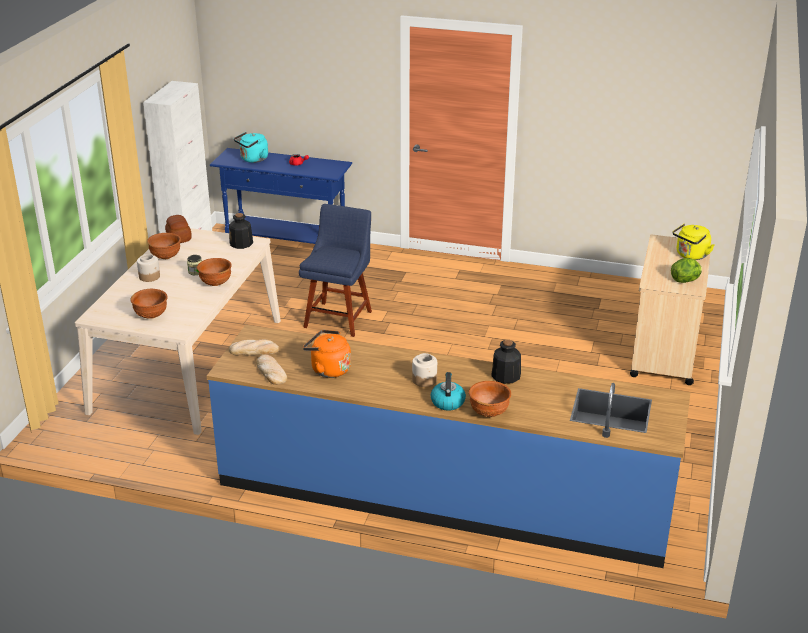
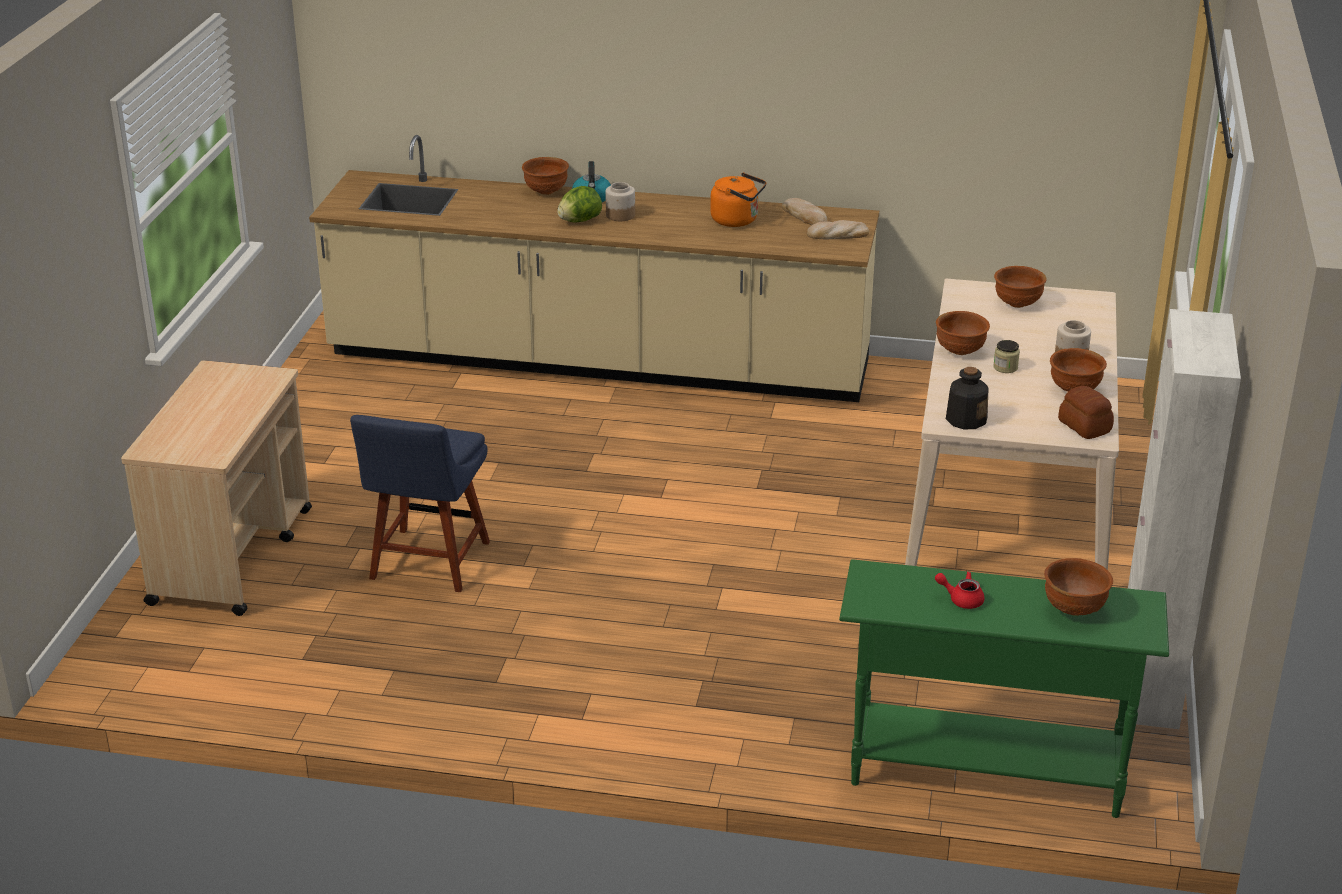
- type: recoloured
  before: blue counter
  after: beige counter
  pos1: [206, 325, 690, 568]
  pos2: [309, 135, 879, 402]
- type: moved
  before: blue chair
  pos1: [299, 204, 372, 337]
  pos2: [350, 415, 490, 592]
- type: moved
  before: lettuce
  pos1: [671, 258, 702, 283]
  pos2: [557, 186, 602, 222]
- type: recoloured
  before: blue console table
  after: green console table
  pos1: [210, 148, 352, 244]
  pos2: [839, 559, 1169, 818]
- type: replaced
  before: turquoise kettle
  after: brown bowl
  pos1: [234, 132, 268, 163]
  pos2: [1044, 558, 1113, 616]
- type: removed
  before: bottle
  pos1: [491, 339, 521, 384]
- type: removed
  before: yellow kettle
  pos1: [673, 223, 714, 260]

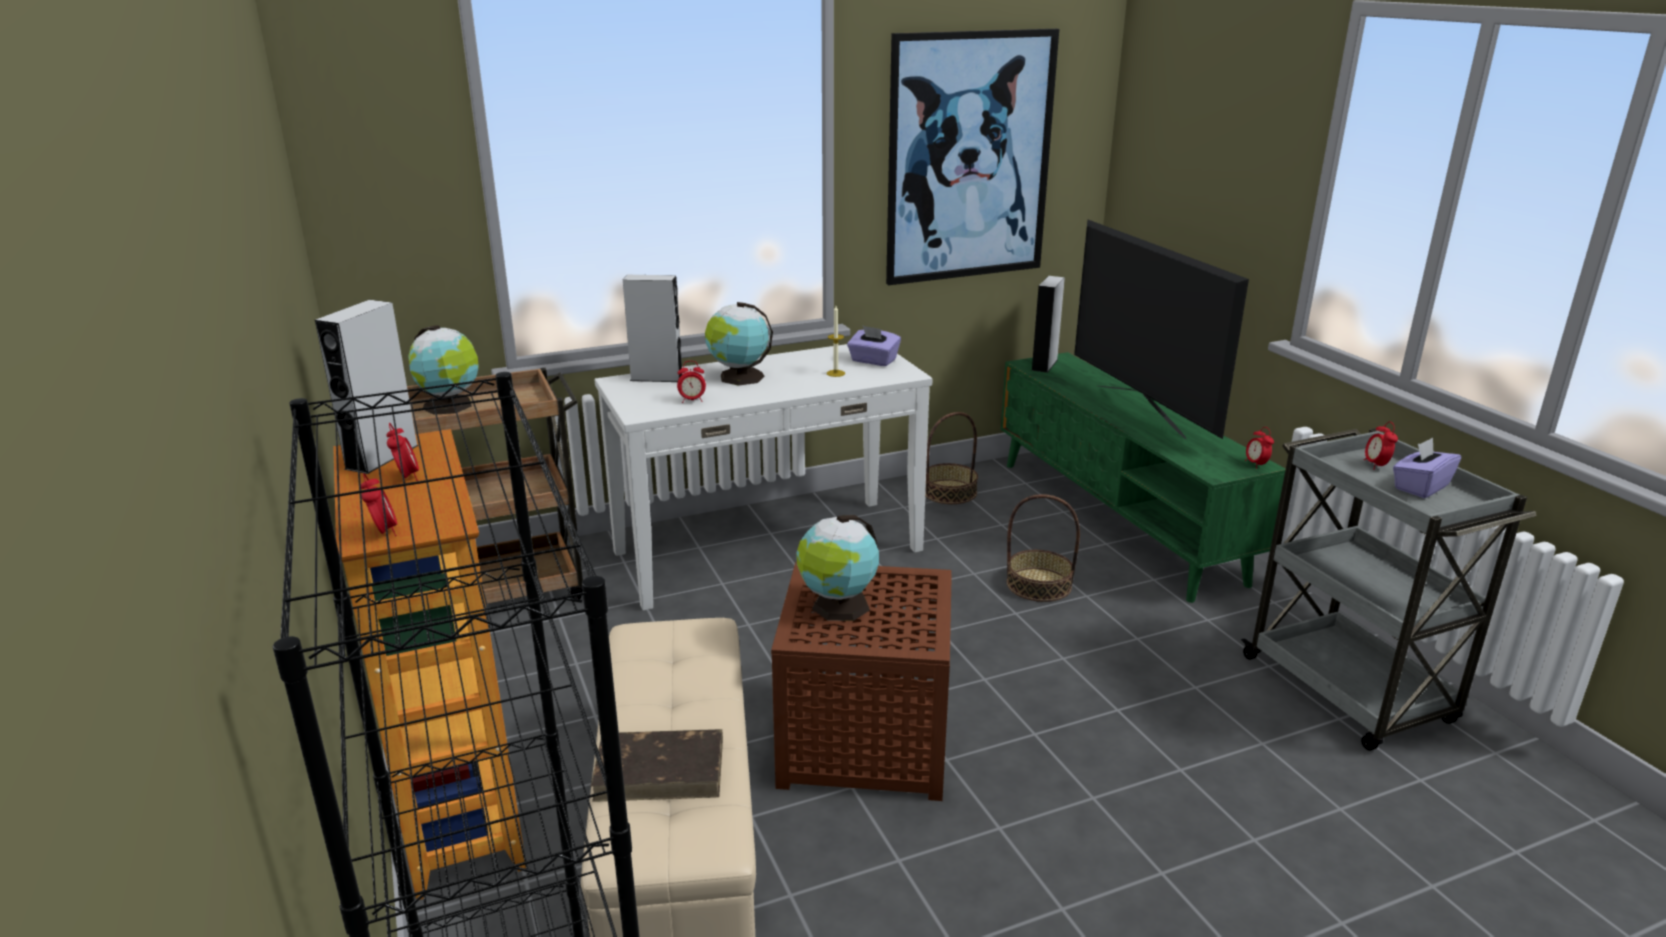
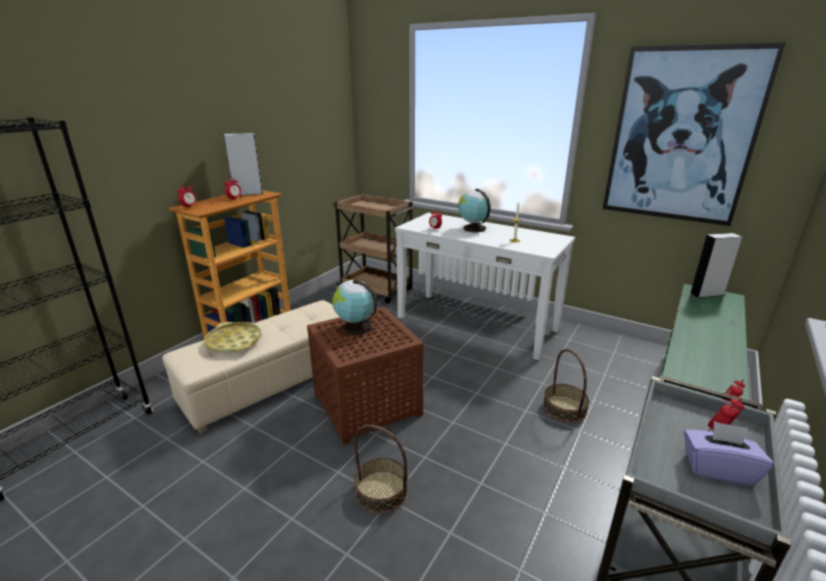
- type: replaced
  before: brown book
  after: yellow tray
  pos1: [591, 729, 723, 802]
  pos2: [204, 322, 261, 353]
- type: moved
  before: basket
  pos1: [925, 412, 978, 504]
  pos2: [354, 425, 408, 514]
- type: removed
  before: globe
  pos1: [408, 326, 479, 415]
- type: removed
  before: grey speaker
  pos1: [623, 275, 682, 382]
- type: removed
  before: purple tissue box
  pos1: [847, 326, 901, 366]
- type: removed
  before: television
  pos1: [1074, 219, 1249, 440]

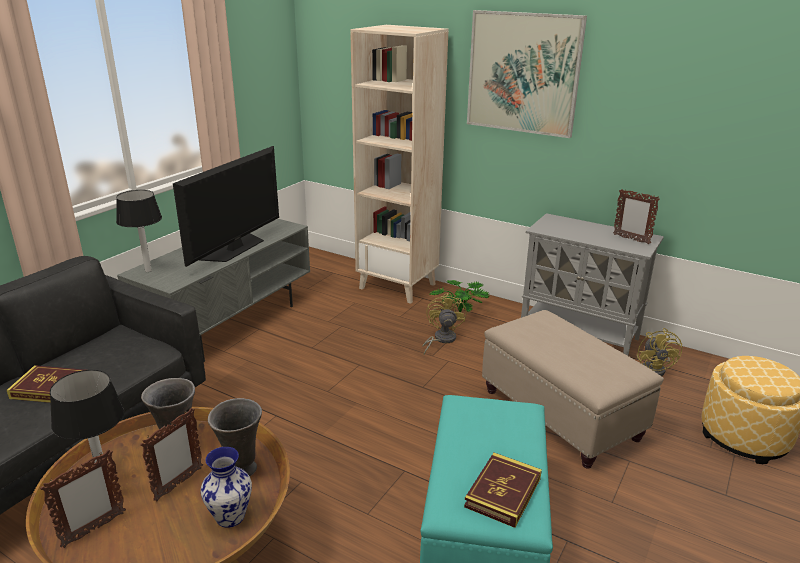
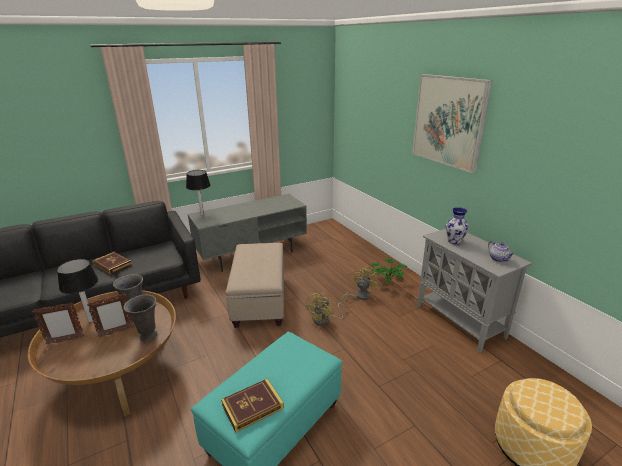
- type: moved
  before: beige ottoman
  pos1: [482, 310, 664, 469]
  pos2: [226, 243, 284, 328]
- type: moved
  before: yellow fan
  pos1: [637, 328, 682, 376]
  pos2: [305, 293, 346, 326]
- type: moved
  before: vase
  pos1: [201, 447, 252, 528]
  pos2: [446, 207, 469, 244]
- type: replaced
  before: picture frame
  after: teapot
  pos1: [613, 189, 660, 244]
  pos2: [488, 241, 514, 262]
- type: removed
  before: television
  pos1: [173, 146, 279, 267]
- type: removed
  before: beige bookcase
  pos1: [350, 25, 449, 304]

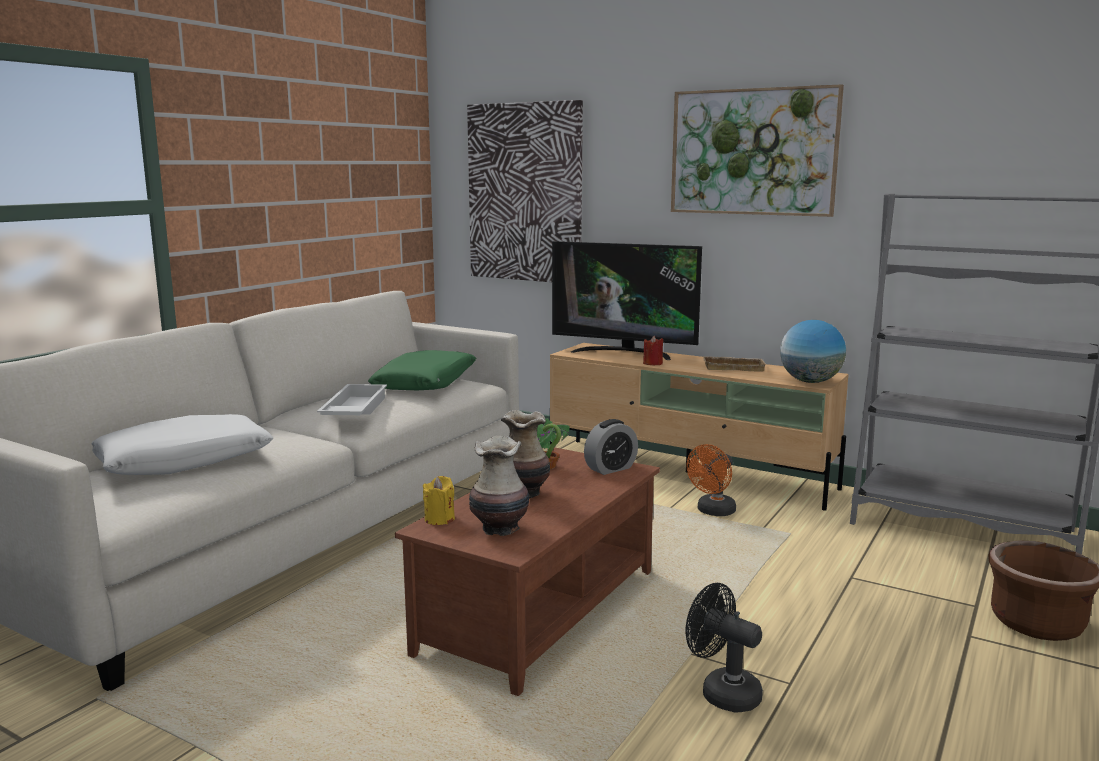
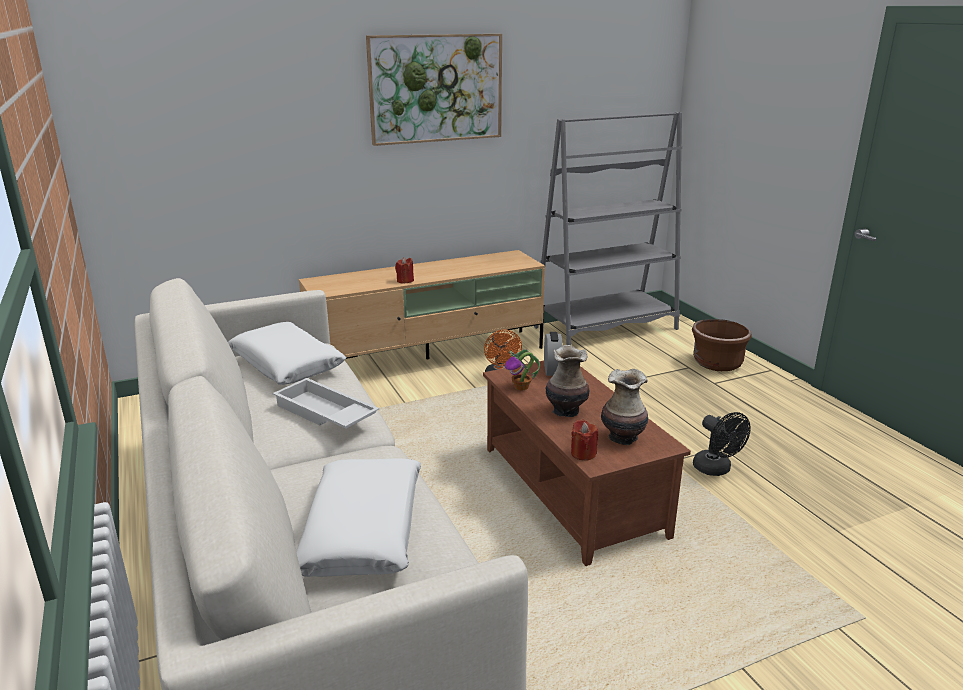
- type: recoloured
  before: green pillow
  after: white pillow
  pos1: [368, 350, 476, 390]
  pos2: [228, 322, 347, 385]
- type: recoloured
  before: yellow candle
  after: red candle
  pos1: [423, 476, 455, 525]
  pos2: [571, 419, 598, 461]
- type: turned
  before: black fan
  pos1: [685, 583, 763, 712]
  pos2: [693, 412, 751, 476]
  turn: -105
- type: removed
  before: picture
  pos1: [467, 100, 583, 282]
- type: removed
  before: television
  pos1: [552, 241, 702, 360]
- type: removed
  before: beige tray
  pos1: [703, 356, 767, 371]
- type: removed
  before: globe
  pos1: [780, 320, 846, 383]

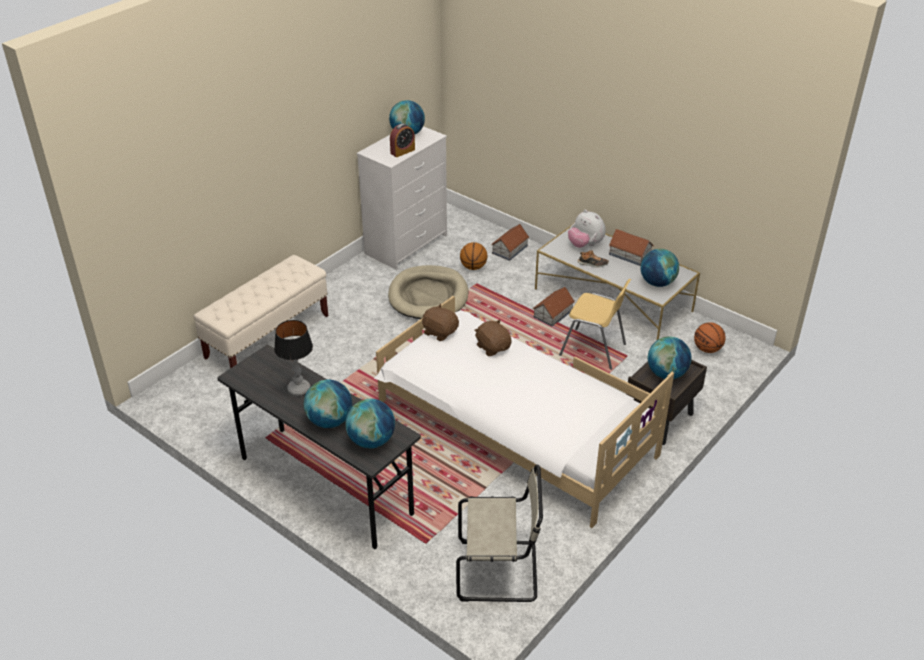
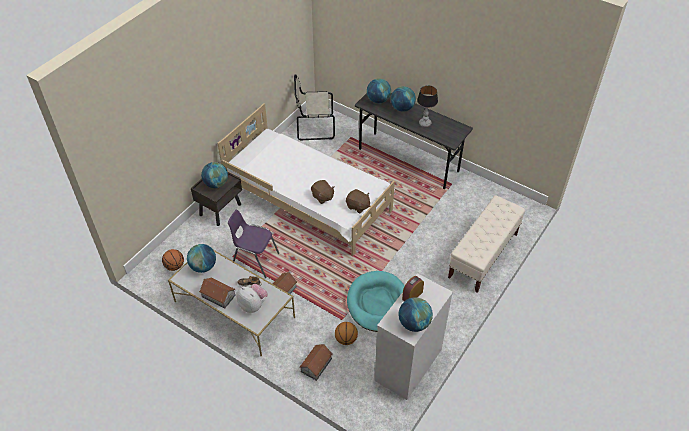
- type: recoloured
  before: yellow chair
  after: purple chair
  pos1: [559, 279, 631, 370]
  pos2: [228, 210, 279, 278]
- type: recoloured
  before: beige dog bed
  after: turquoise dog bed
  pos1: [388, 265, 468, 319]
  pos2: [347, 271, 404, 332]

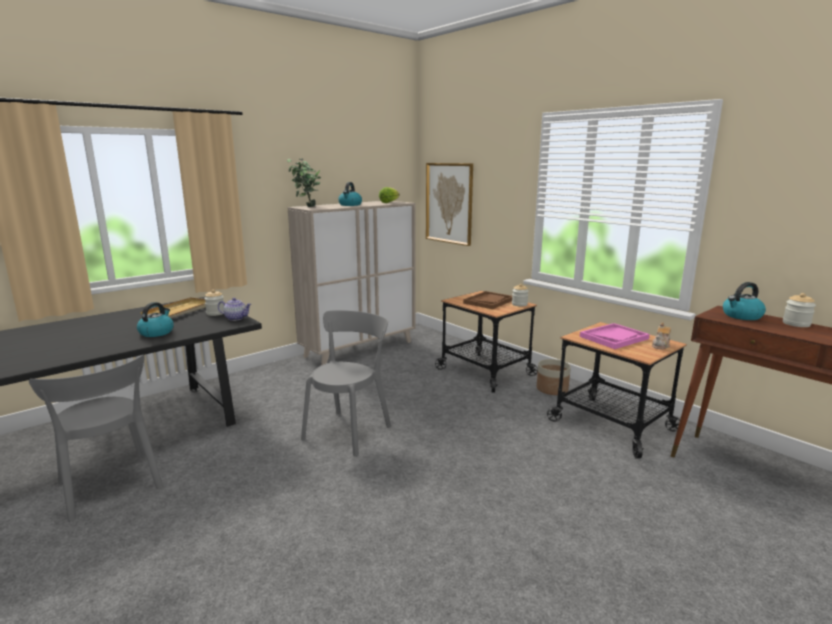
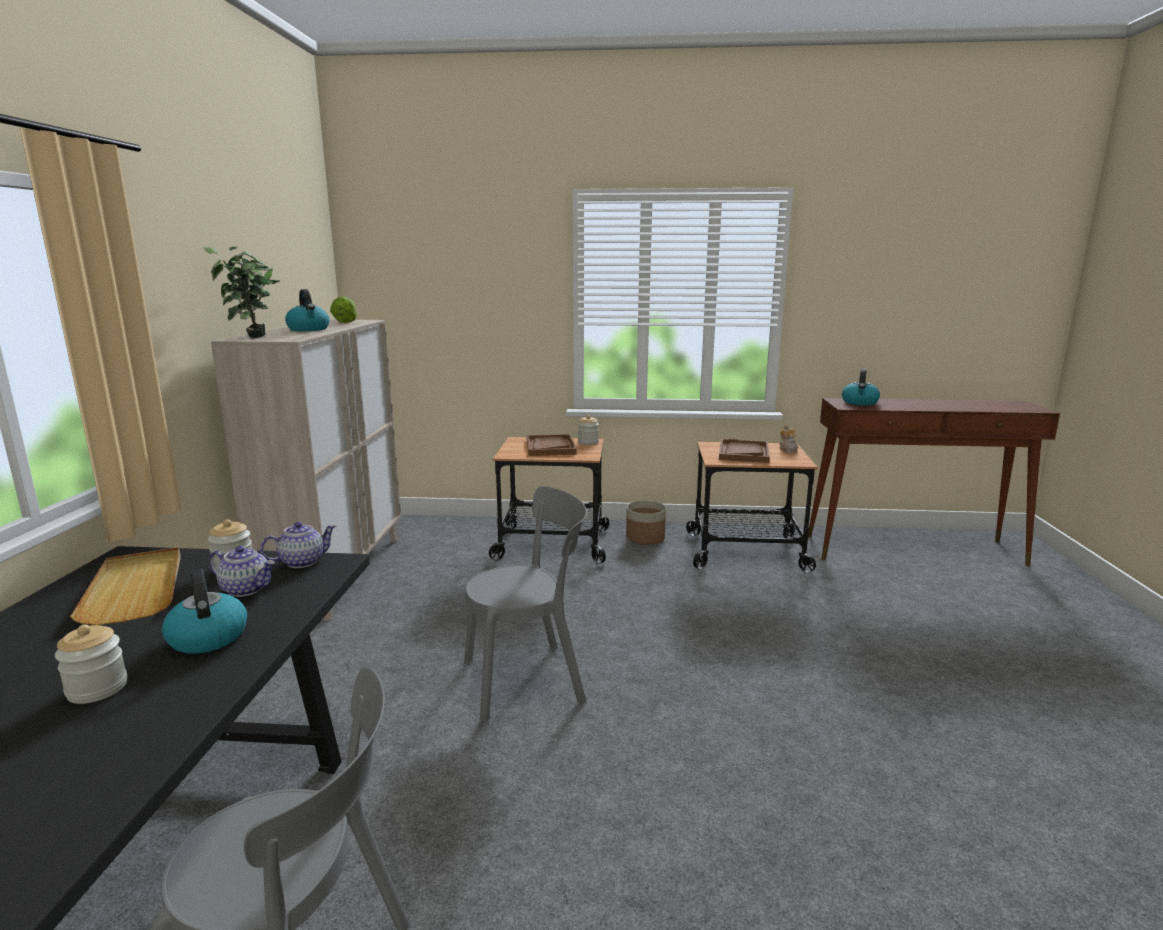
- type: moved
  before: jar
  pos1: [783, 293, 816, 327]
  pos2: [55, 624, 127, 704]
- type: added
  after: teapot
  pos2: [209, 546, 275, 597]
- type: turned
  before: grey chair
  pos1: [301, 310, 391, 457]
  pos2: [464, 486, 587, 722]
  turn: 90
- type: recoloured
  before: pink tray
  after: brown tray
  pos1: [580, 323, 650, 349]
  pos2: [719, 439, 770, 463]
- type: removed
  before: picture
  pos1: [426, 163, 473, 246]

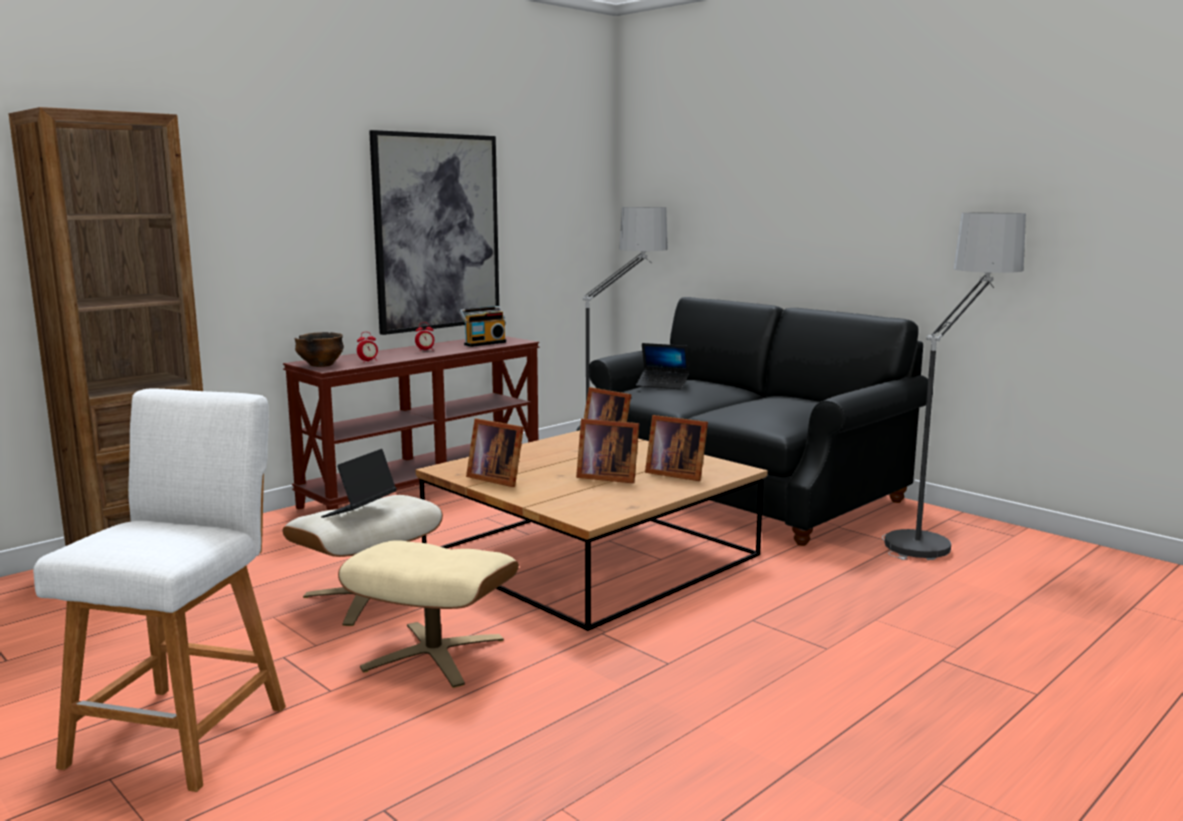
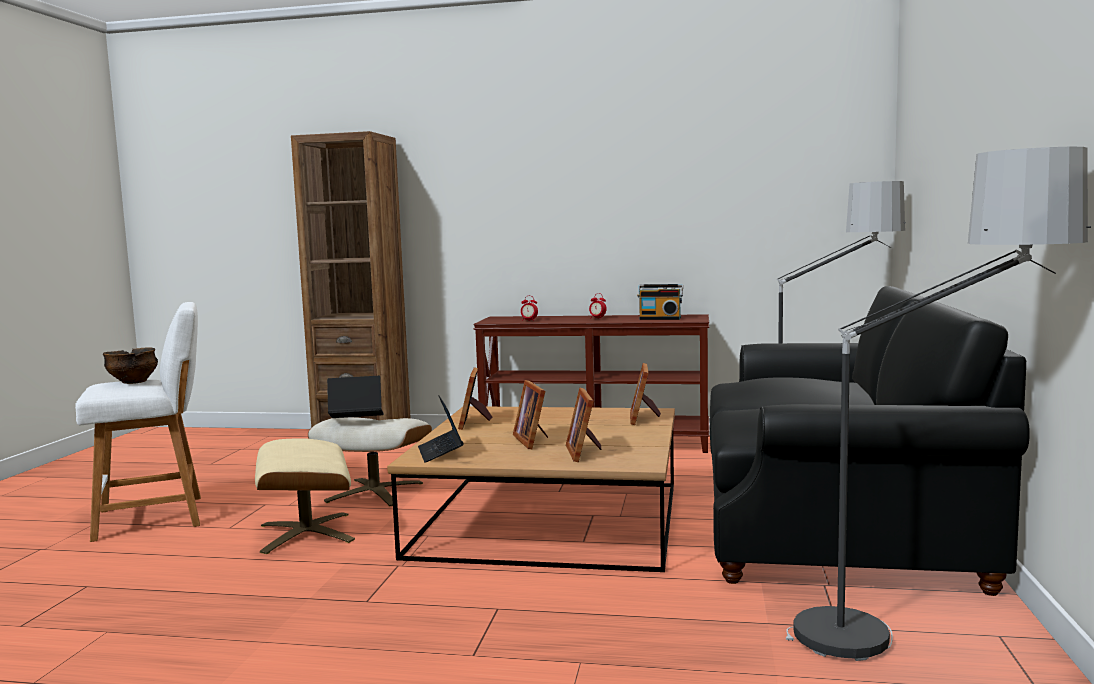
- type: moved
  before: bowl
  pos1: [295, 332, 344, 367]
  pos2: [103, 347, 158, 384]
- type: moved
  before: laptop
  pos1: [636, 343, 689, 389]
  pos2: [418, 395, 464, 463]
- type: removed
  before: picture
  pos1: [369, 130, 499, 335]

